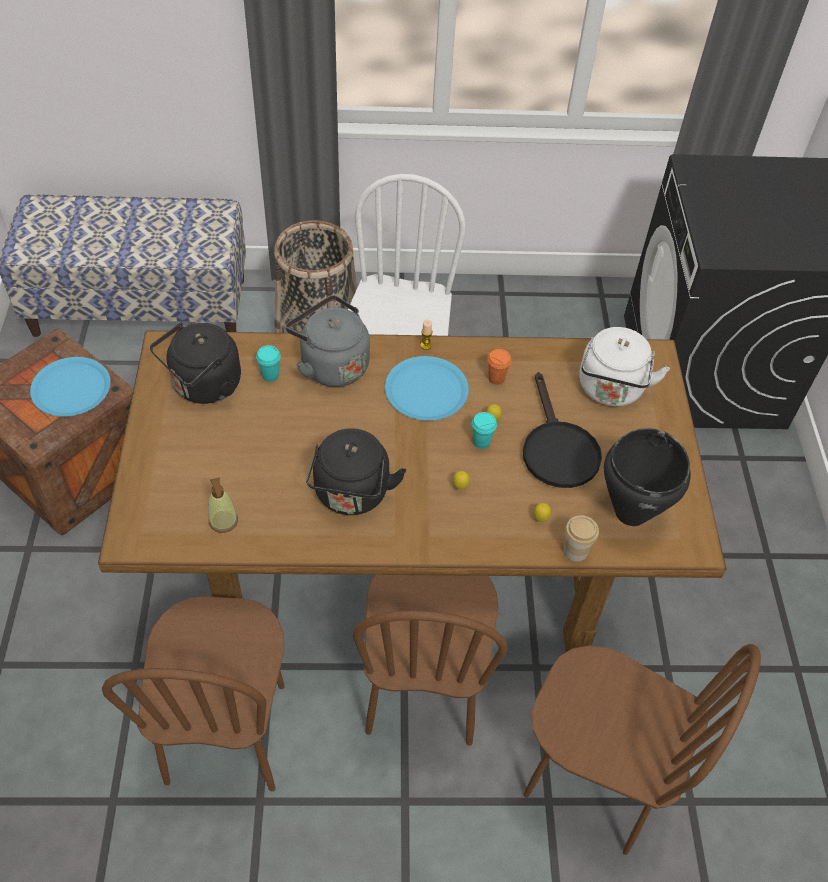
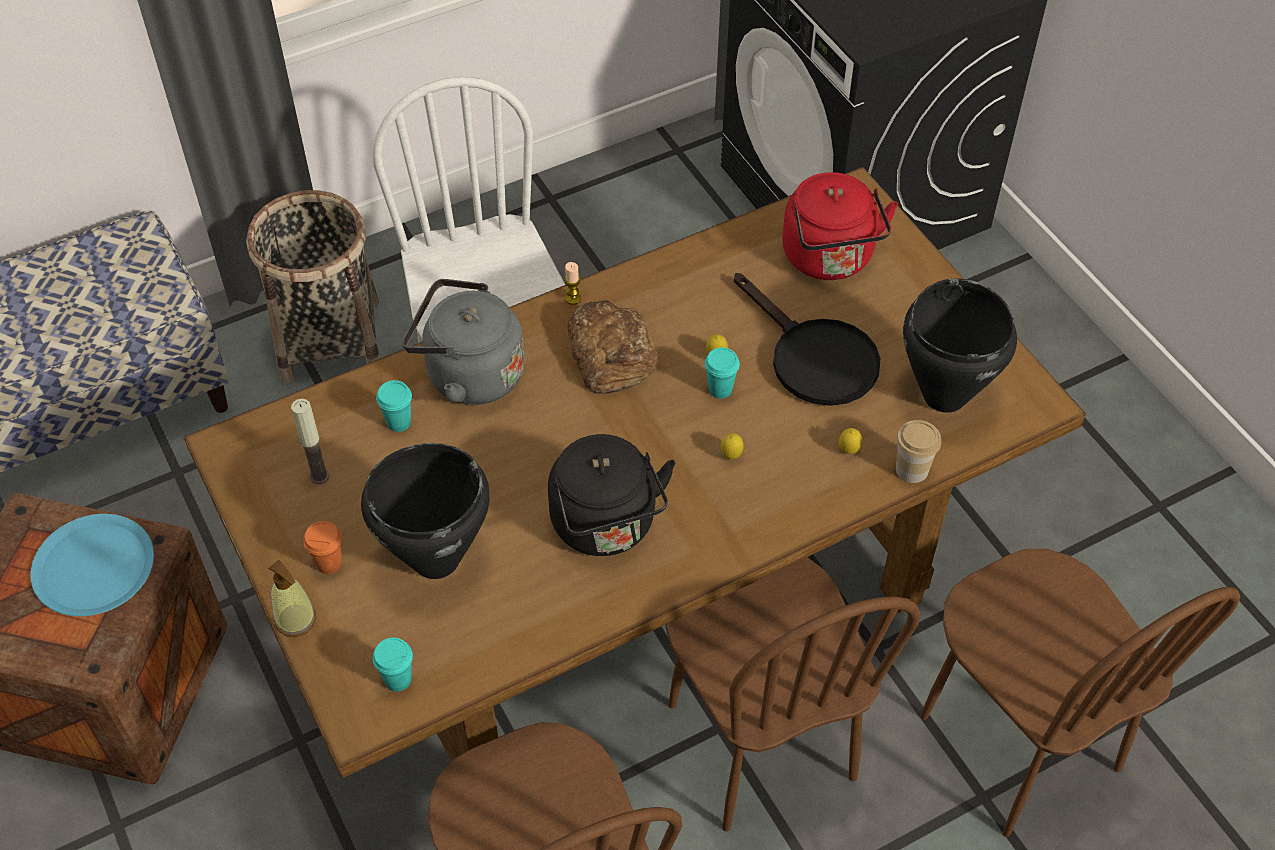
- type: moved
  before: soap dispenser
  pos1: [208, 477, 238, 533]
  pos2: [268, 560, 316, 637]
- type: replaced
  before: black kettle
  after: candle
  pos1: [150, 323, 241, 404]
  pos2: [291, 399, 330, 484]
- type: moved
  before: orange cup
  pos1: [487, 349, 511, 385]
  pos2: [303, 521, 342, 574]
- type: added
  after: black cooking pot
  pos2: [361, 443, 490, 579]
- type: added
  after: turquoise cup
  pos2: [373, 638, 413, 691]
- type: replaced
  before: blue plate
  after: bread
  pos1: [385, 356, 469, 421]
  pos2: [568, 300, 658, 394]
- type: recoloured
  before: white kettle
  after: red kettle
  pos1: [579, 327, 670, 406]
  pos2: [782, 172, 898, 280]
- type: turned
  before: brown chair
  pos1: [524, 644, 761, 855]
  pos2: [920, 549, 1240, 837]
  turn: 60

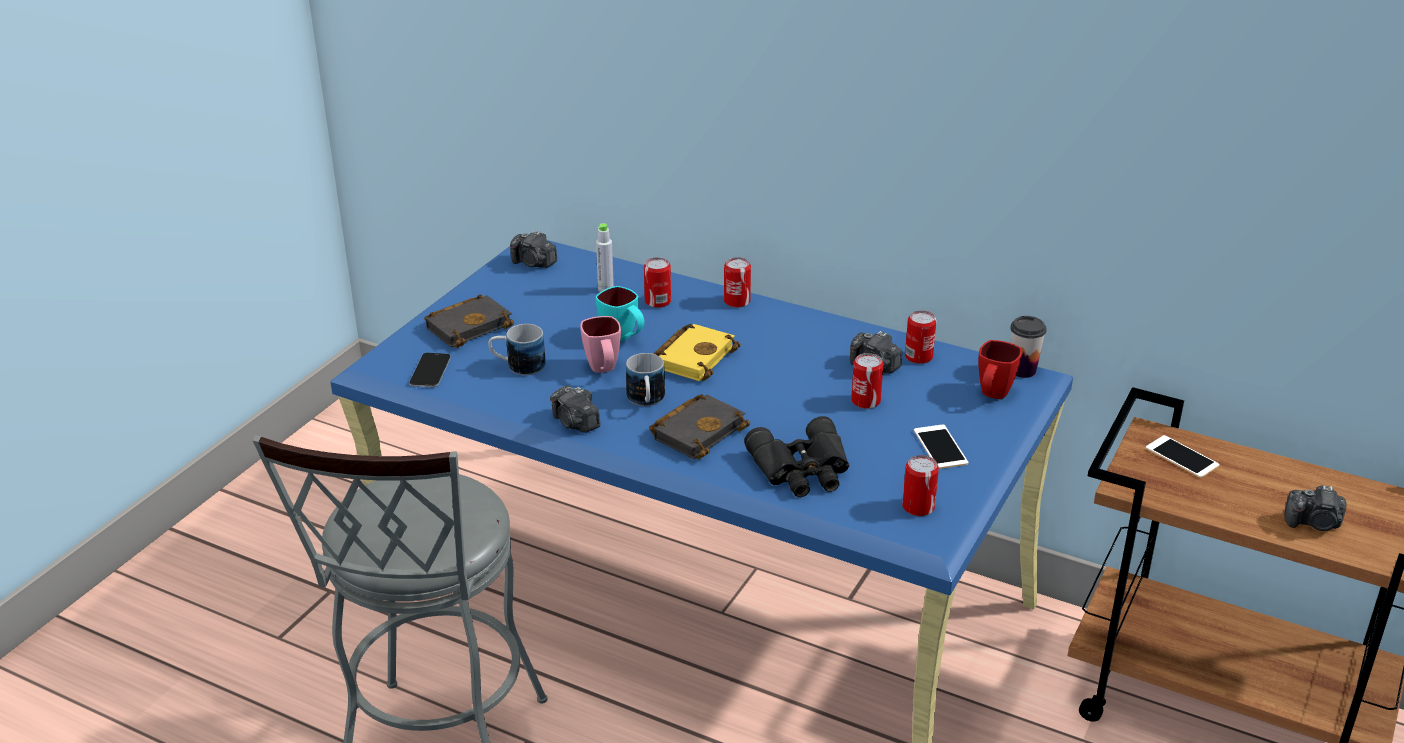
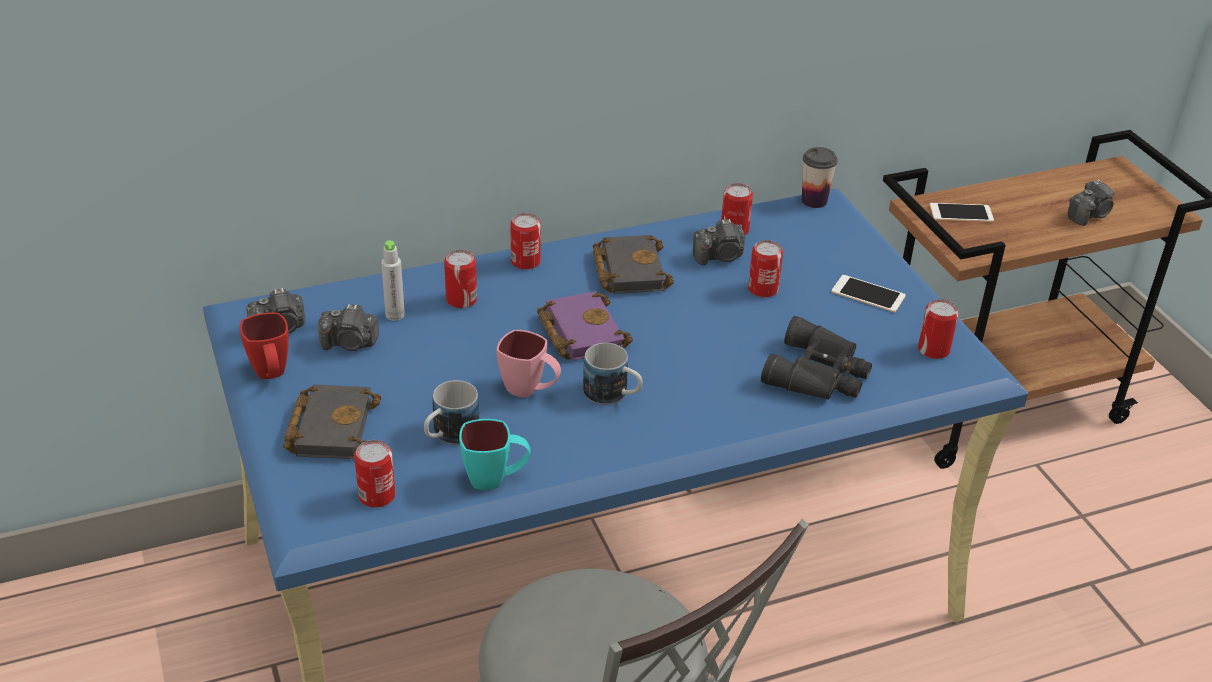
- type: moved
  before: red mug
  pos1: [978, 340, 1022, 399]
  pos2: [240, 312, 289, 379]
- type: moved
  before: photo camera
  pos1: [550, 385, 600, 433]
  pos2: [318, 304, 379, 351]
- type: replaced
  before: phone
  after: can
  pos1: [409, 353, 451, 387]
  pos2: [354, 440, 395, 508]
- type: moved
  before: turquoise mug
  pos1: [595, 286, 645, 342]
  pos2: [459, 419, 530, 490]
- type: recoloured
  before: yellow book
  after: purple book
  pos1: [654, 324, 741, 381]
  pos2: [537, 291, 633, 361]
- type: moved
  before: black book
  pos1: [649, 394, 750, 459]
  pos2: [593, 235, 674, 294]

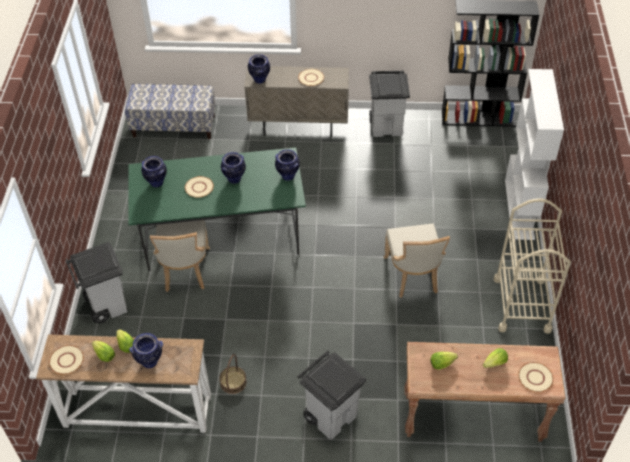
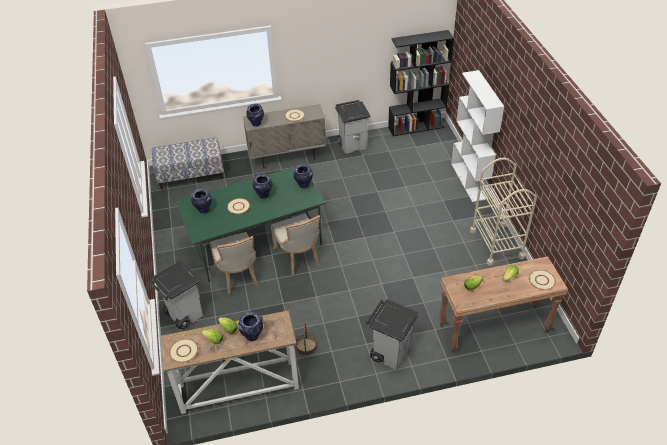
- type: moved
  before: beige chair
  pos1: [384, 224, 450, 298]
  pos2: [271, 214, 320, 274]

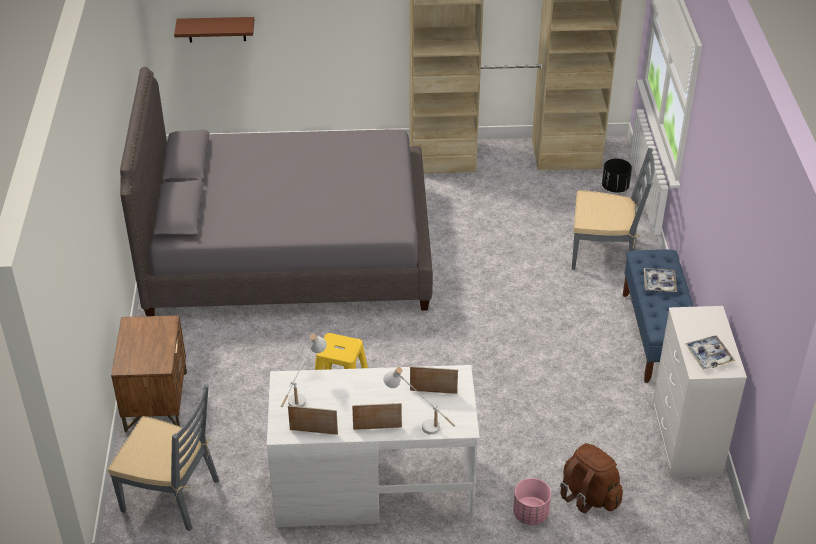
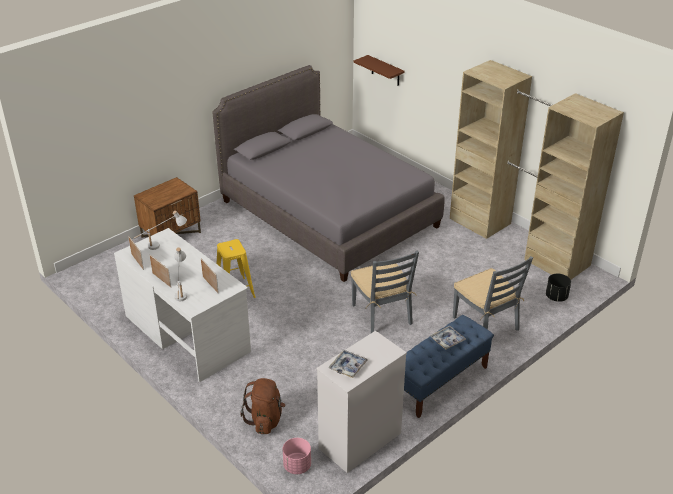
- type: moved
  before: pink planter
  pos1: [513, 478, 551, 525]
  pos2: [283, 438, 311, 474]
- type: moved
  before: grey chair
  pos1: [108, 384, 219, 531]
  pos2: [351, 251, 419, 333]

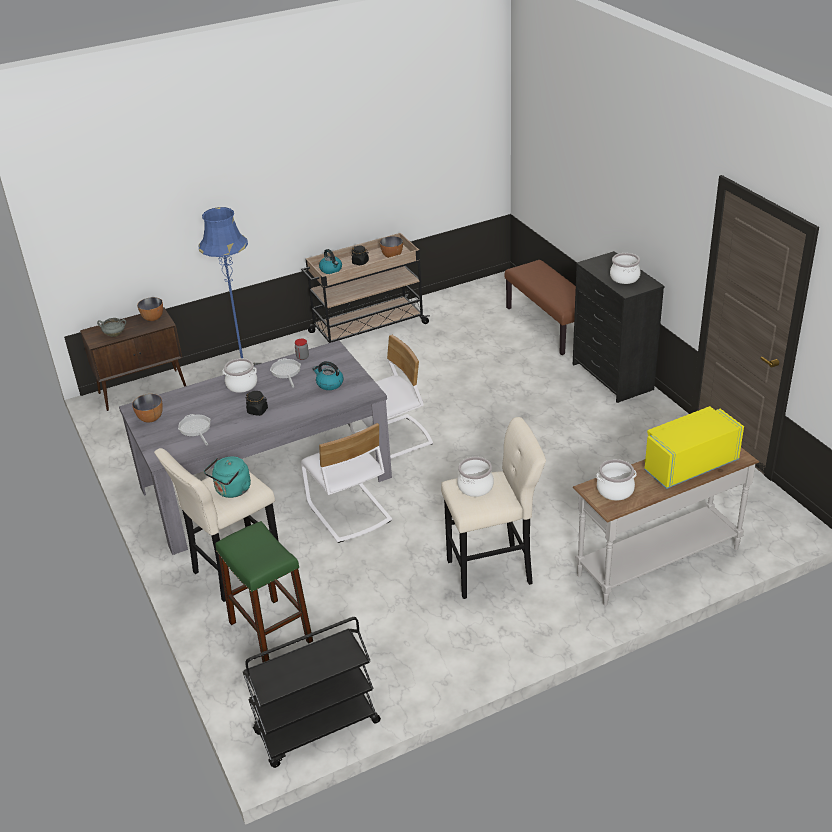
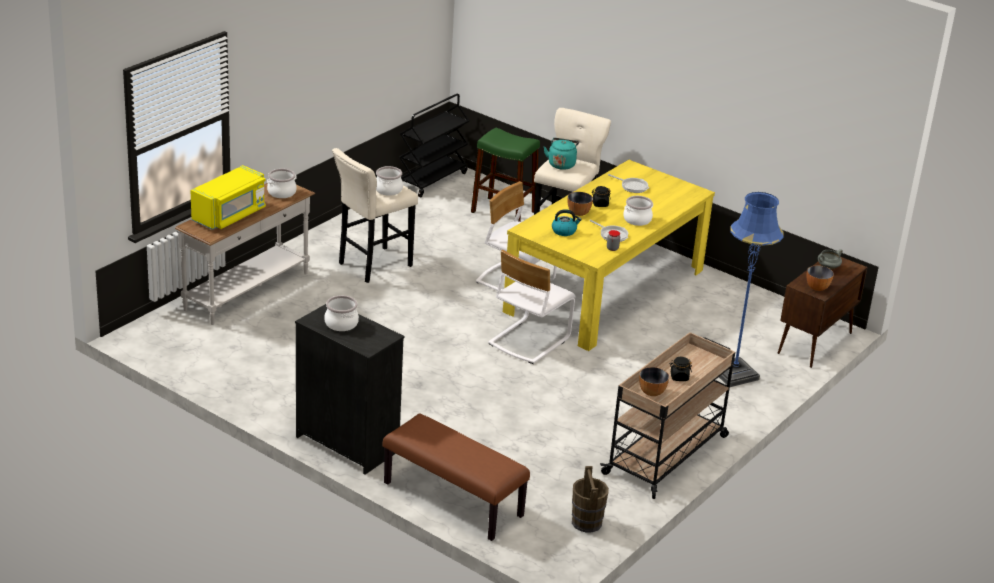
- type: recoloured
  before: grey dining table
  after: yellow dining table
  pos1: [119, 340, 392, 555]
  pos2: [503, 160, 715, 351]
- type: moved
  before: bowl
  pos1: [132, 394, 163, 422]
  pos2: [567, 192, 593, 216]
- type: added
  after: brown bucket
  pos2: [572, 466, 609, 532]
- type: removed
  before: kettle
  pos1: [319, 249, 342, 274]

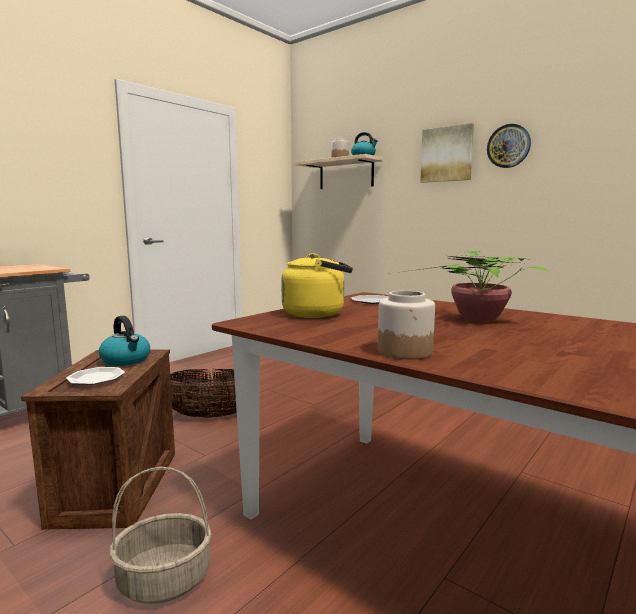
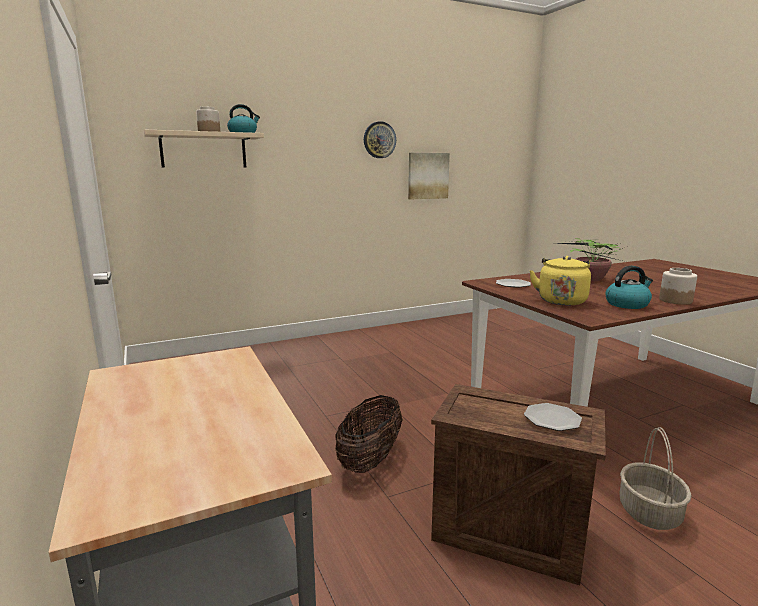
- type: moved
  before: picture
  pos1: [420, 123, 474, 183]
  pos2: [408, 153, 450, 199]
- type: moved
  before: kettle
  pos1: [99, 316, 150, 366]
  pos2: [605, 266, 653, 309]

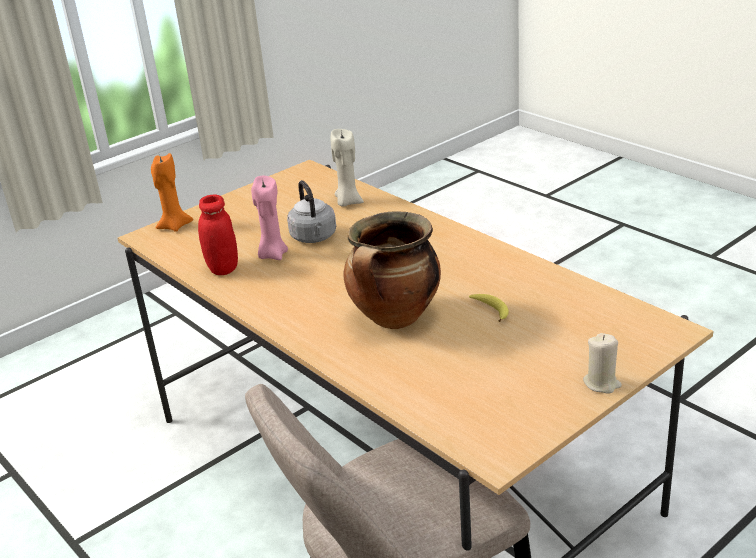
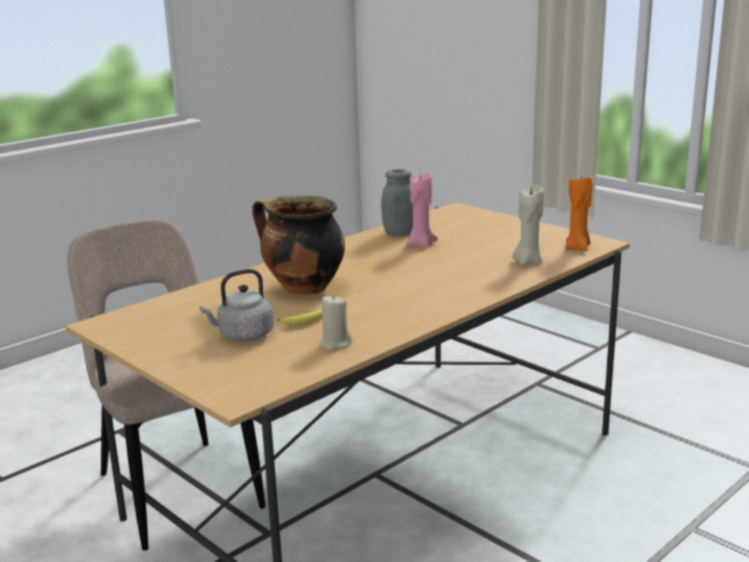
- type: moved
  before: grey kettle
  pos1: [287, 180, 336, 243]
  pos2: [200, 269, 274, 341]
- type: moved
  before: beige candle
  pos1: [583, 333, 622, 394]
  pos2: [320, 295, 352, 351]
- type: recoloured
  before: red jar
  after: grey jar
  pos1: [198, 194, 238, 275]
  pos2: [381, 169, 413, 236]
- type: moved
  before: orange candle
  pos1: [151, 153, 193, 232]
  pos2: [566, 177, 592, 251]

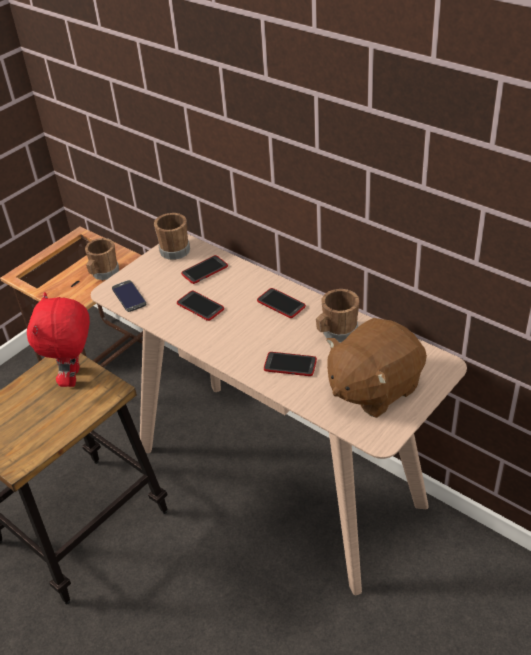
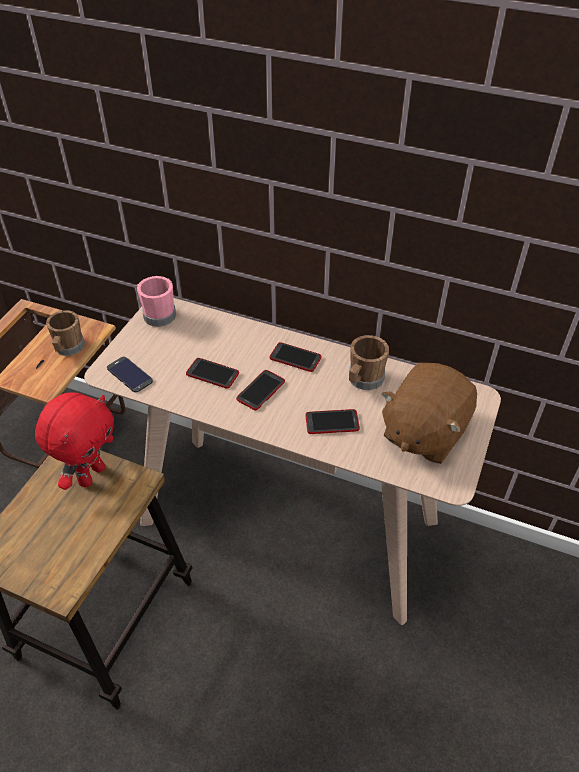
- type: turned
  before: red plush toy
  pos1: [27, 292, 90, 387]
  pos2: [35, 392, 114, 490]
  turn: -135
- type: recoloured
  before: brown mug
  after: pink mug
  pos1: [154, 213, 190, 260]
  pos2: [137, 276, 176, 327]
- type: moved
  before: phone
  pos1: [181, 255, 228, 284]
  pos2: [236, 370, 285, 410]

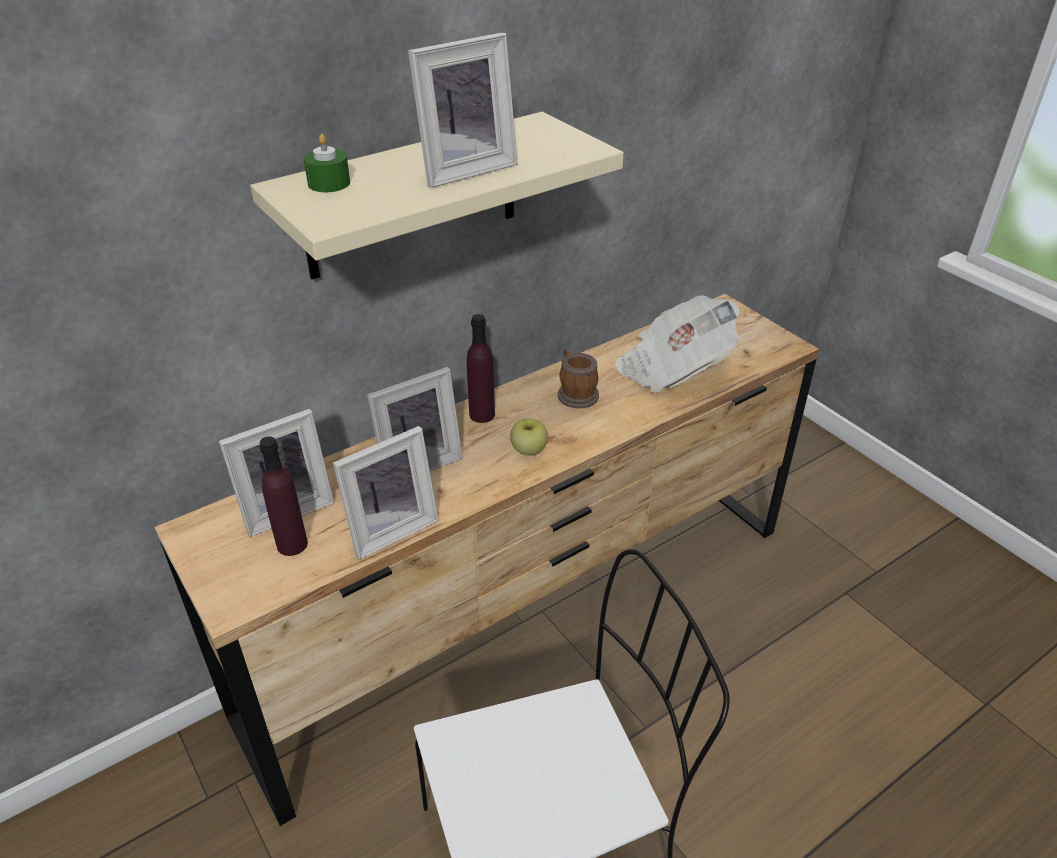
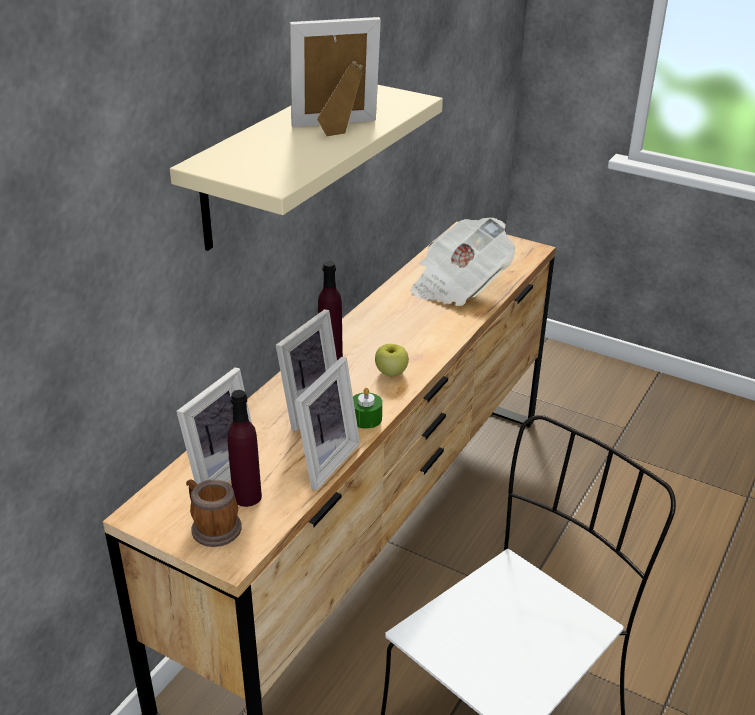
- type: moved
  before: mug
  pos1: [558, 349, 599, 408]
  pos2: [186, 479, 242, 547]
- type: turned
  before: picture frame
  pos1: [408, 33, 518, 188]
  pos2: [290, 17, 381, 136]
  turn: -135
- type: moved
  before: green candle
  pos1: [304, 134, 350, 192]
  pos2: [353, 387, 382, 429]

